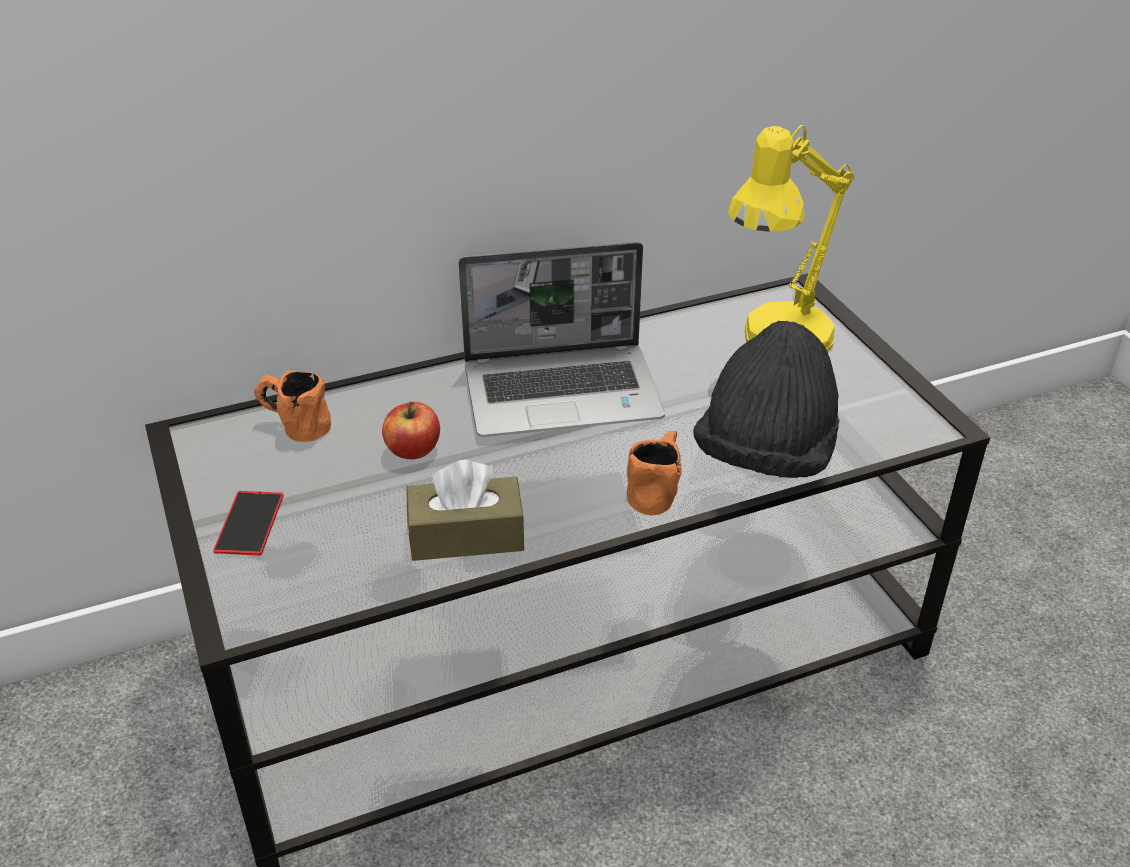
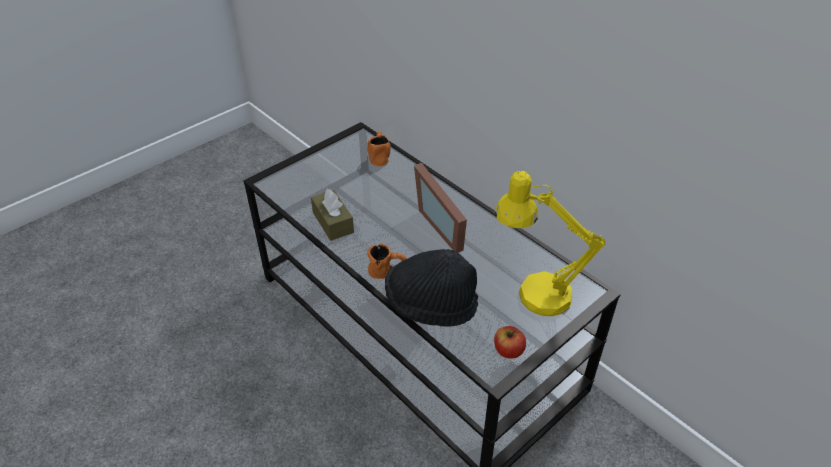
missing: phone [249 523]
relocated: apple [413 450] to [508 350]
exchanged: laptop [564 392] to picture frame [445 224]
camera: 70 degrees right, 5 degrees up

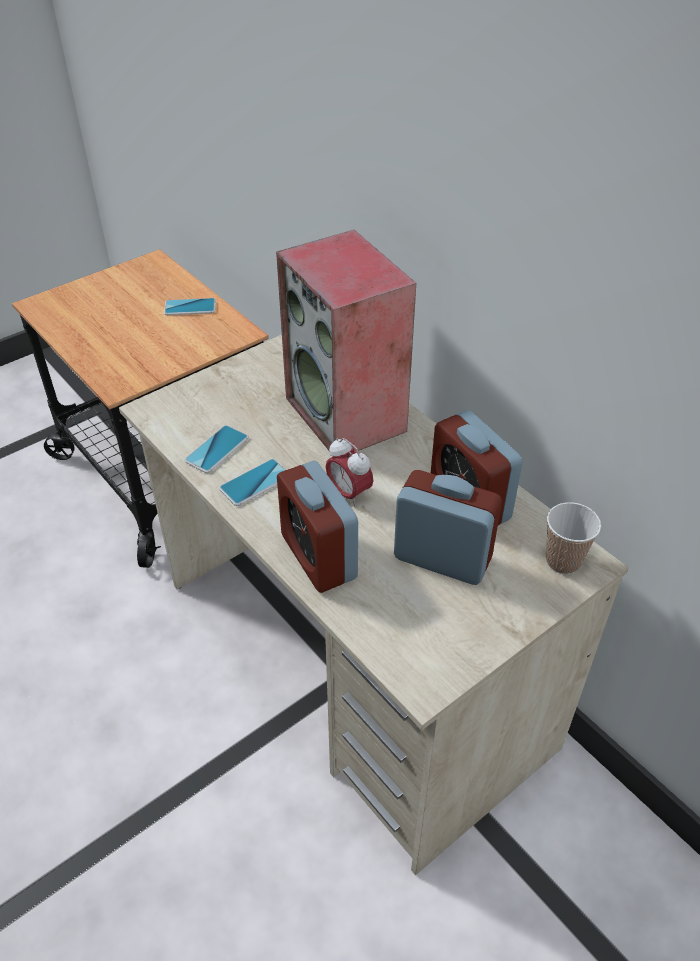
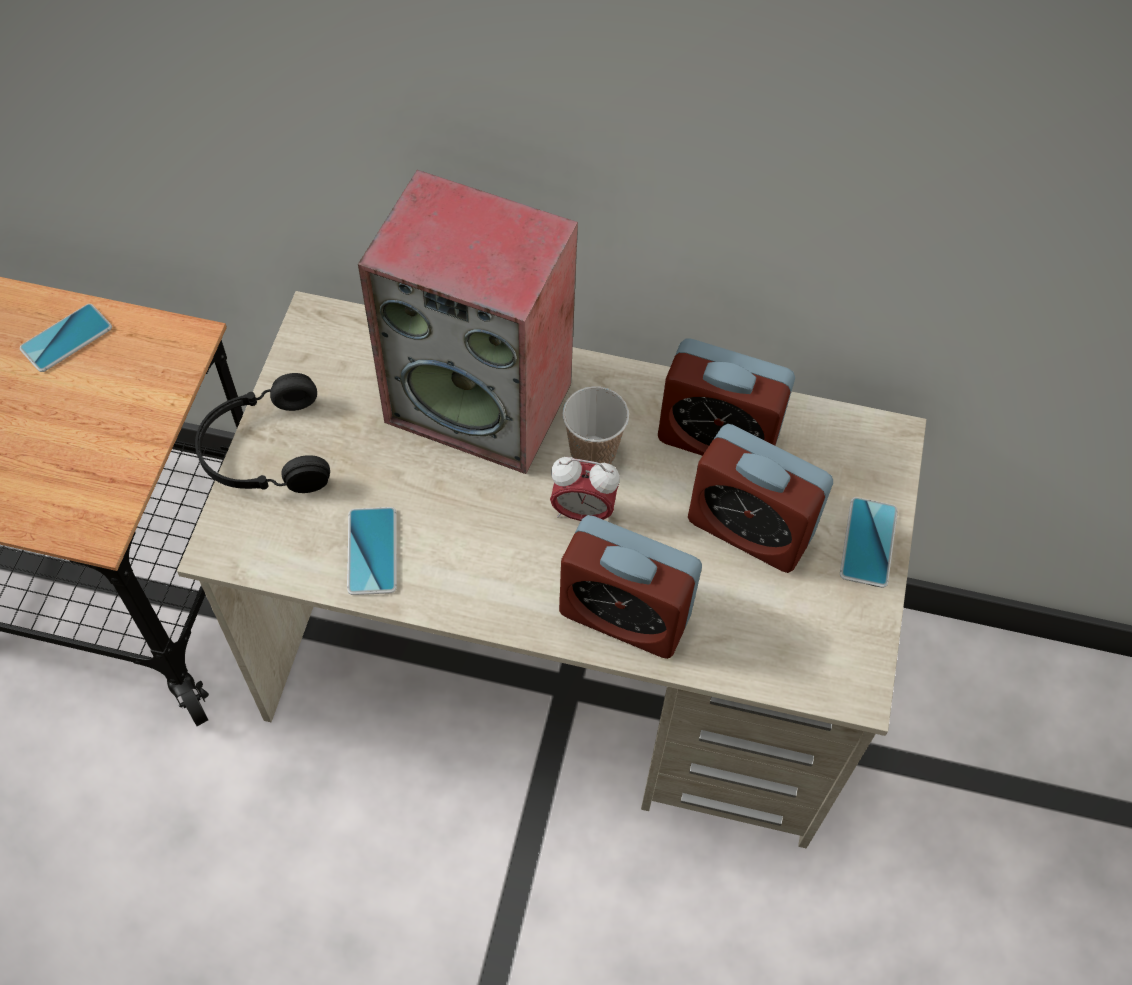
appeared: black headphones [264 451]
relocated: phone [255 483] to [868 543]; cup [563 561] to [593 454]
spun: alarm clock [442 558] = [749 528] 135 degrees counterclockwise
camera: 40 degrees left, 15 degrees up

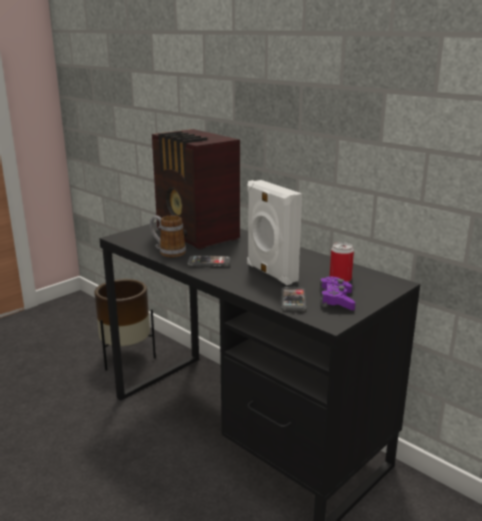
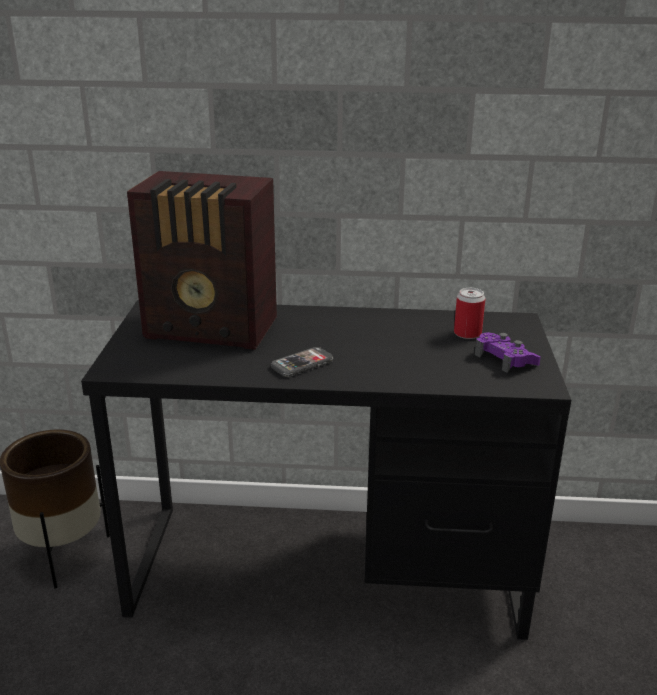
missing: white speaker [270 273]; mug [168 252]; phone [293 300]
camera: 40 degrees left, 5 degrees up

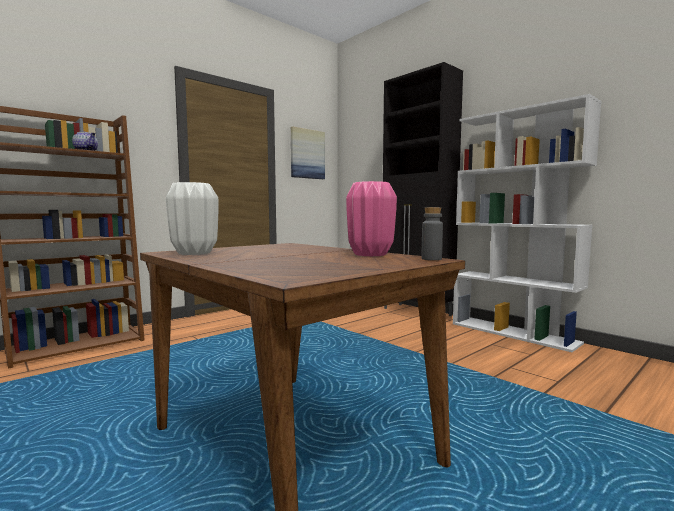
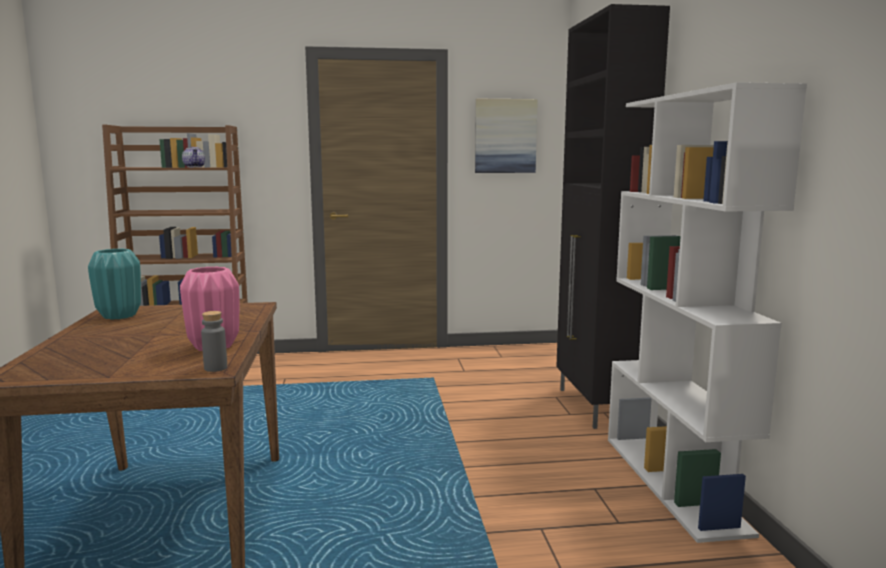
colour: white vase [194 253] to turquoise vase [119 316]
camera: 35 degrees right, 5 degrees up

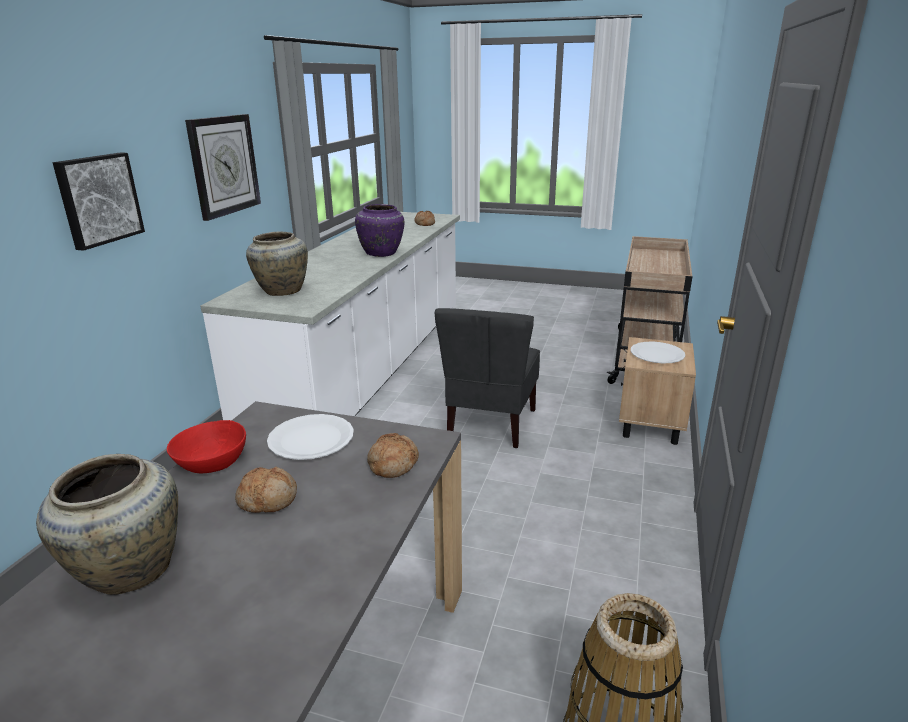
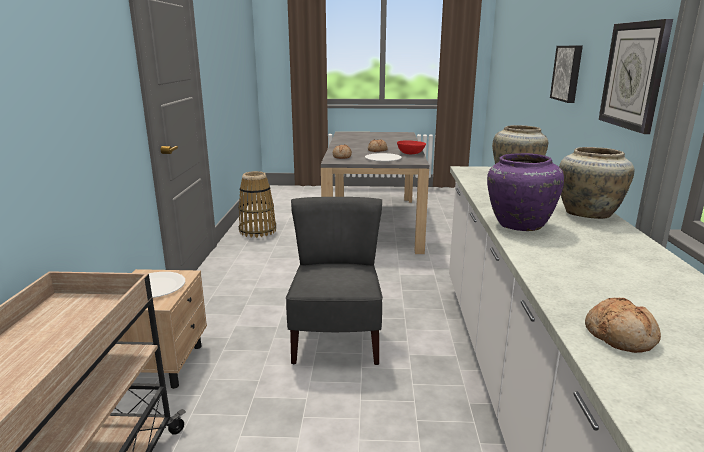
relocated: beige vase [127 571] to [588 213]
camera: 165 degrees right, 5 degrees down

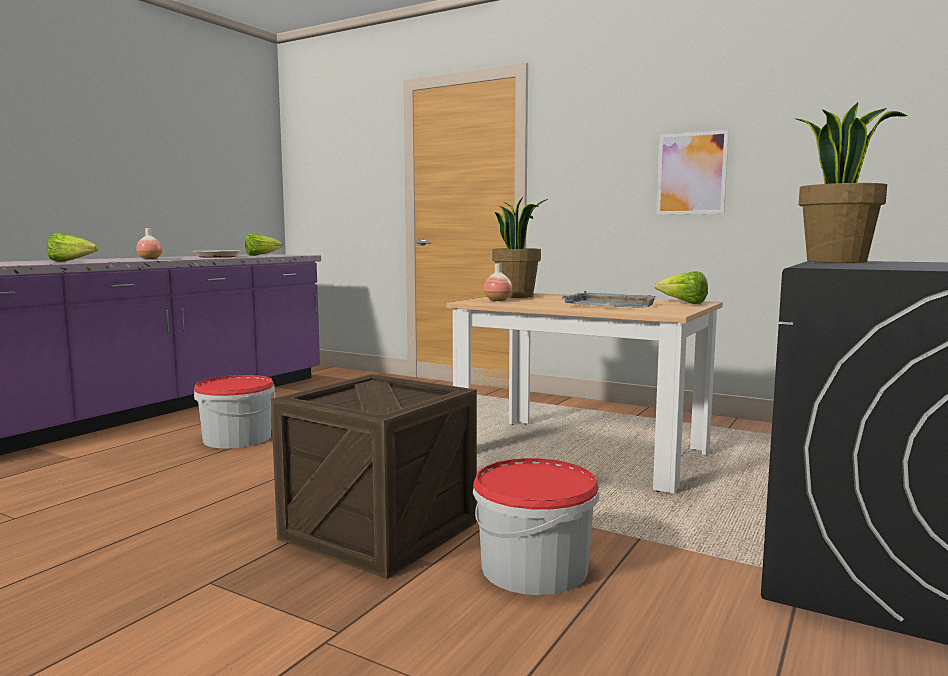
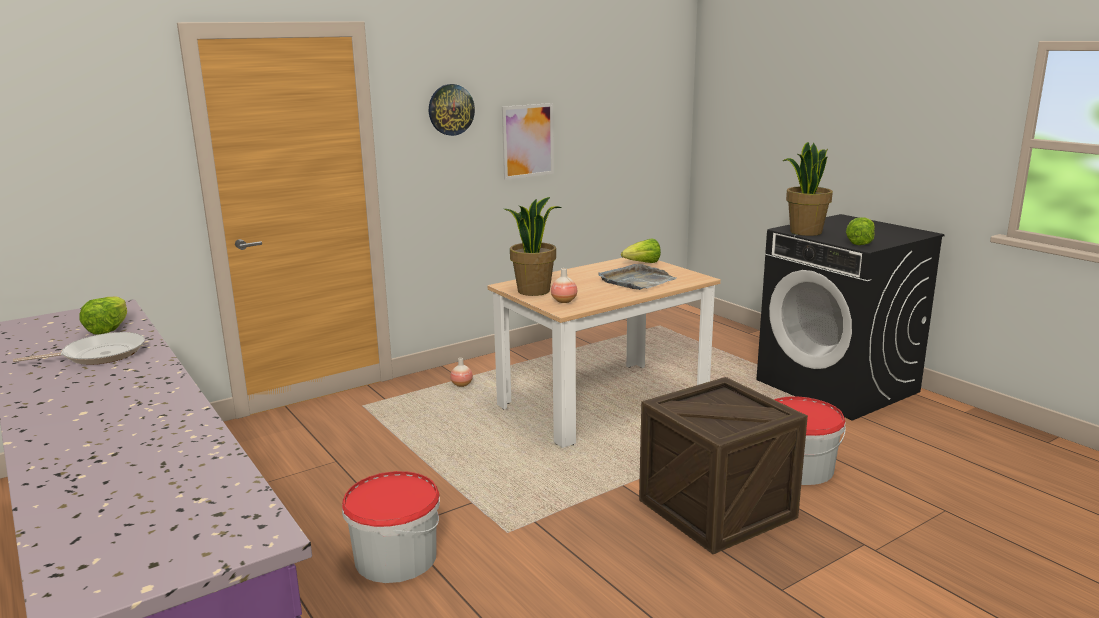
appeared: wall clock [451 109]
relocated: vase [150 259] to [461 385]; lettuce [71 262] to [860 242]
camera: 65 degrees left, 10 degrees up

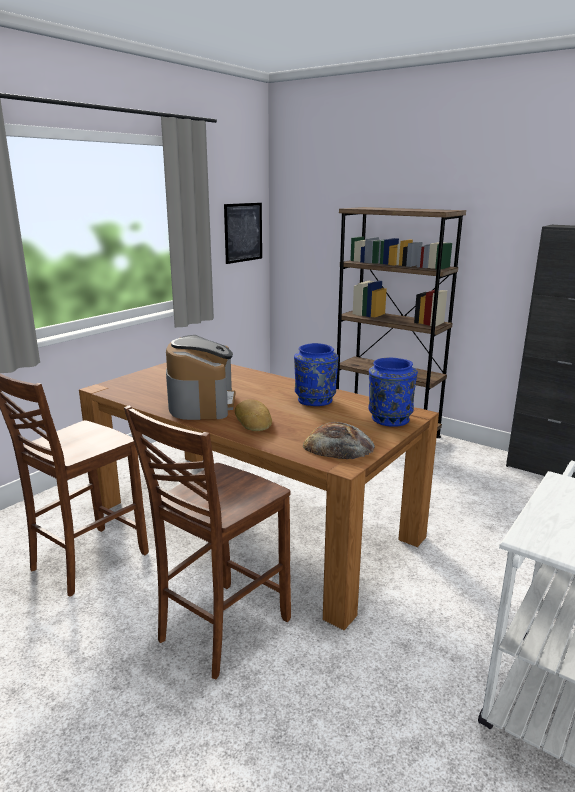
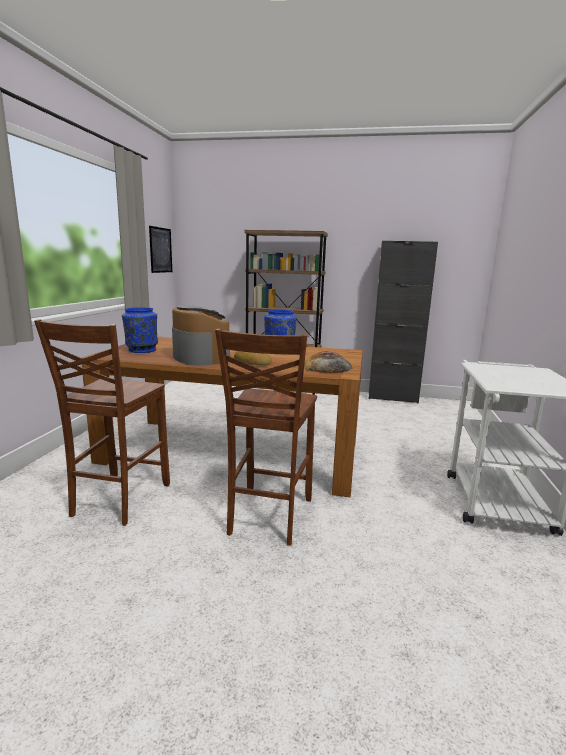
relocated: blue vase [389 419] to [141 350]
camera: 25 degrees left, 5 degrees down

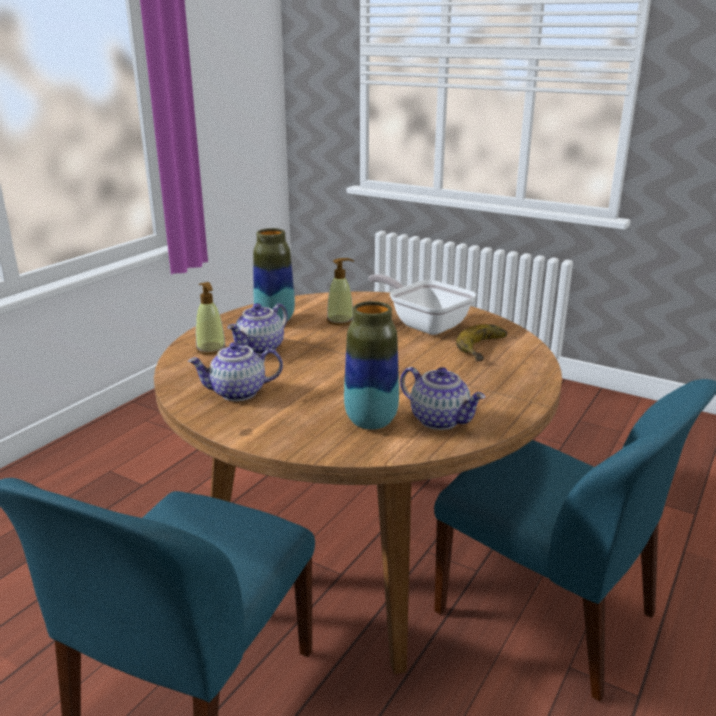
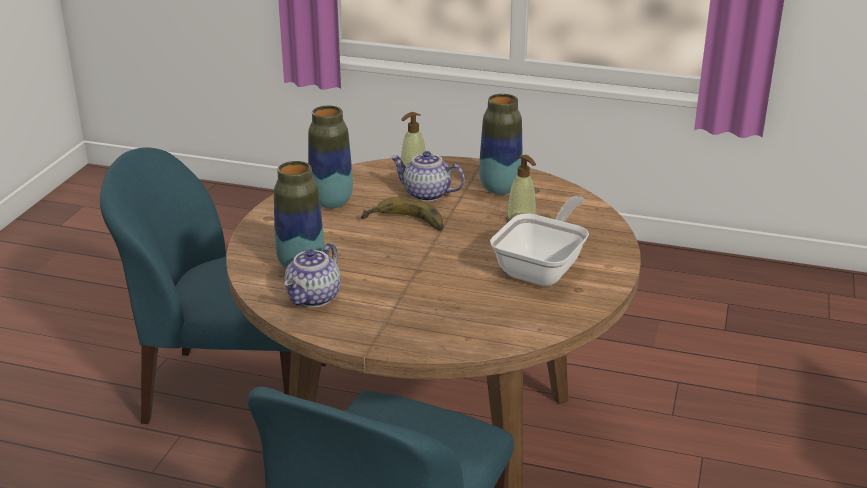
relocated: banana [488 348] to [404 224]
exchanged: teapot [238 393] to vase [331 202]
camera: 75 degrees right, 5 degrees up

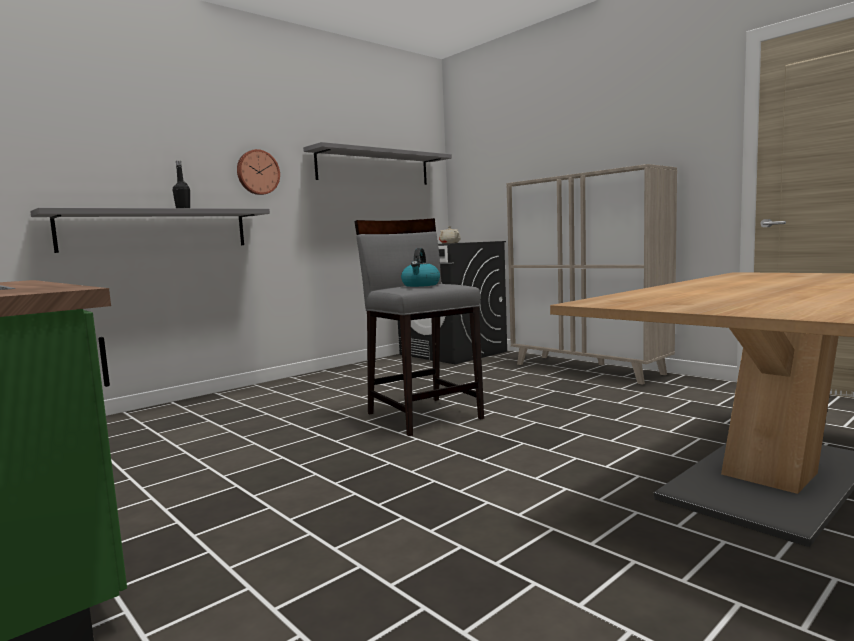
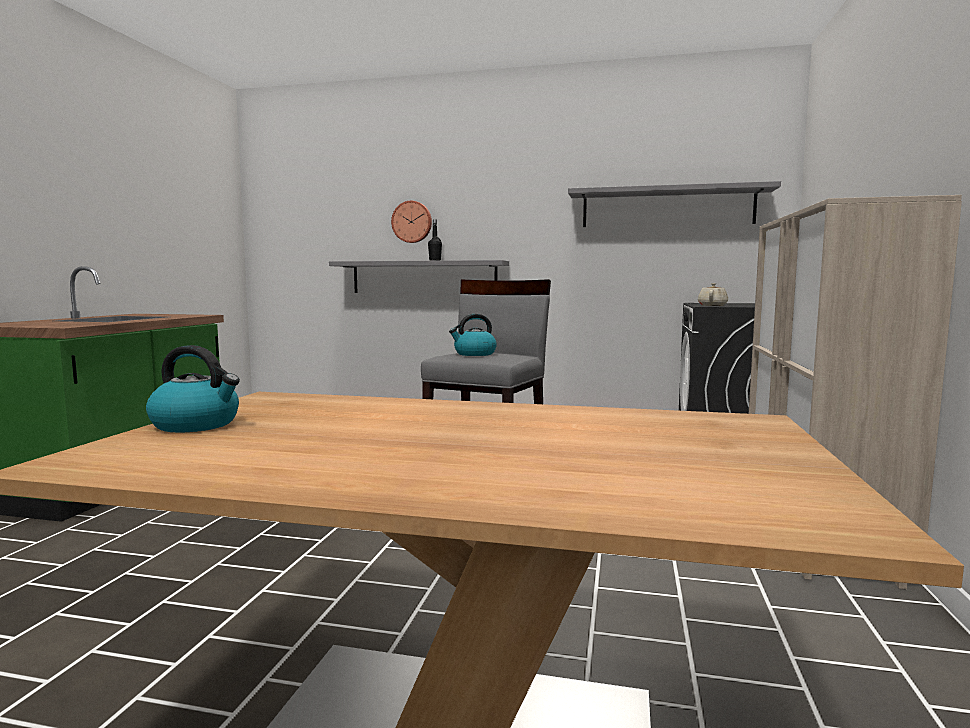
appeared: kettle [197 424]
relocated: wall clock [257 172] to [412 222]
camera: 55 degrees right, 0 degrees up

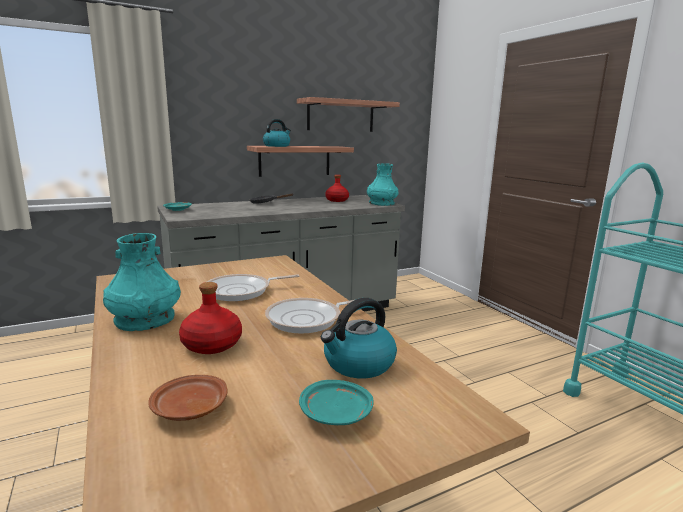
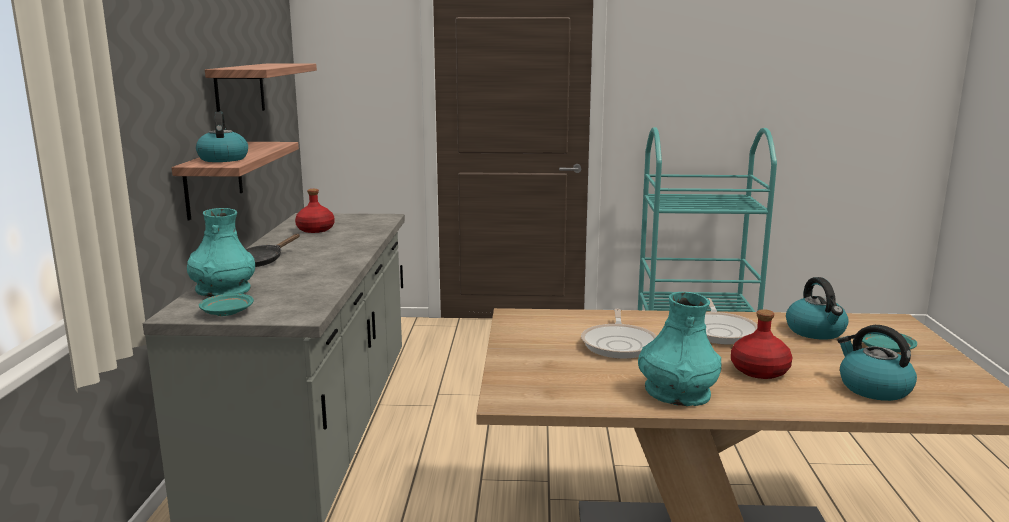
relocated: turquoise vase [381 203] to [223 290]
exchanged: brown plate [189 409] to kettle [873 388]
camera: 60 degrees left, 0 degrees up

